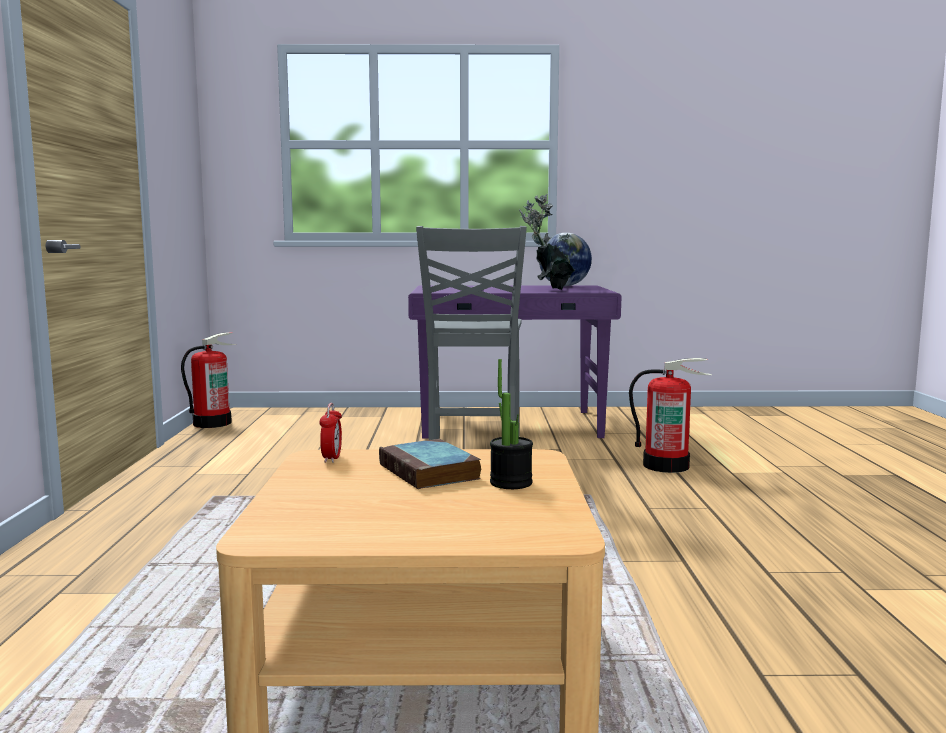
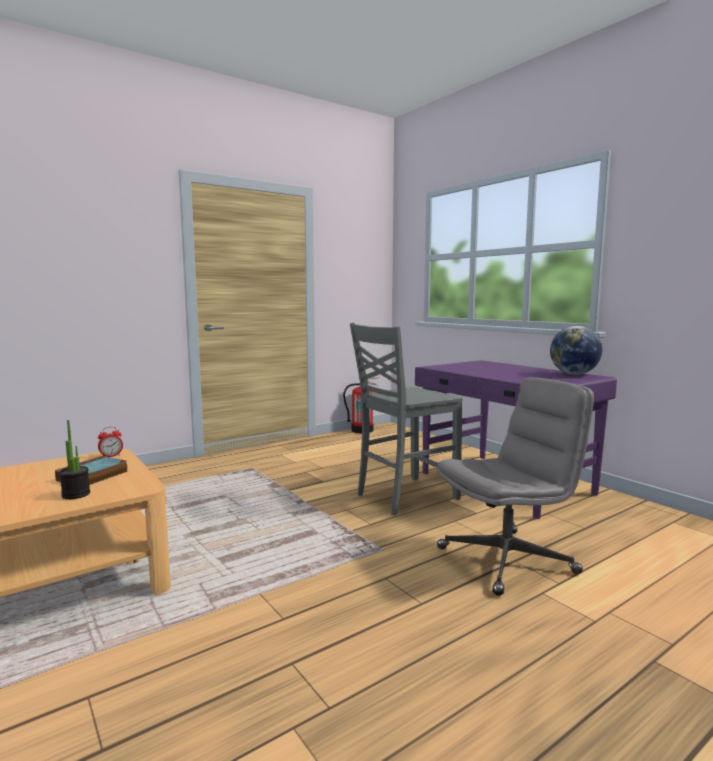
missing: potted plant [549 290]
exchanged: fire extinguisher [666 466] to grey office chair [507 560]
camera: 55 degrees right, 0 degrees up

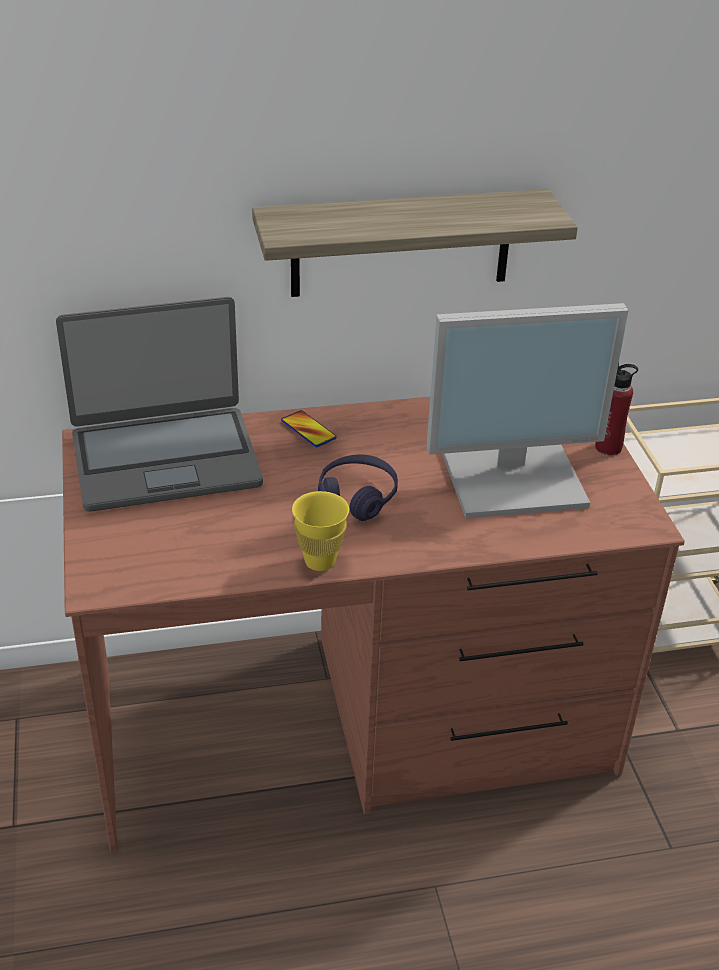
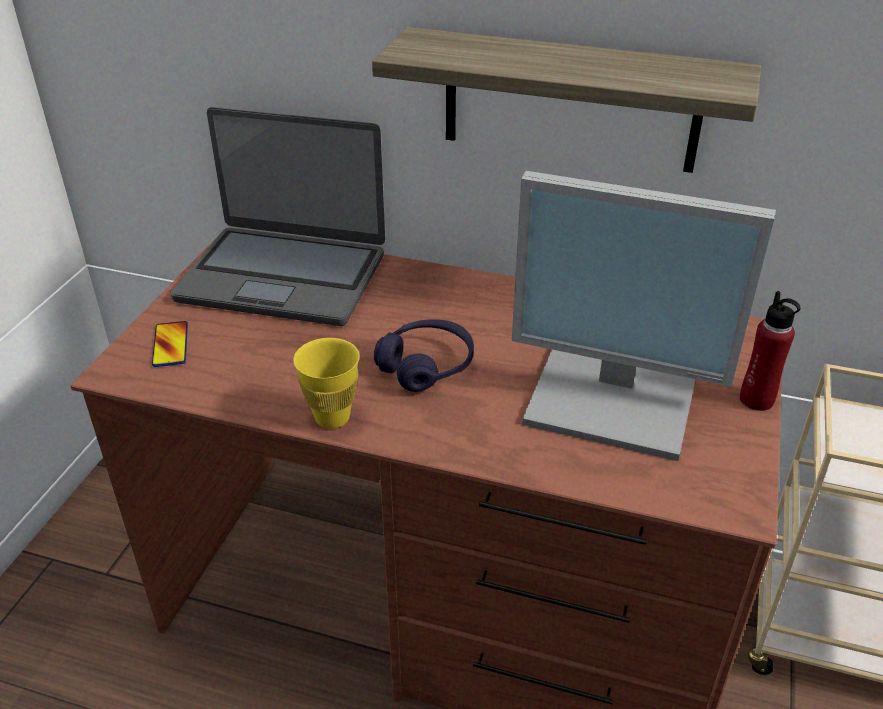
relocated: phone [308 430] to [170 345]
camera: 30 degrees right, 0 degrees up

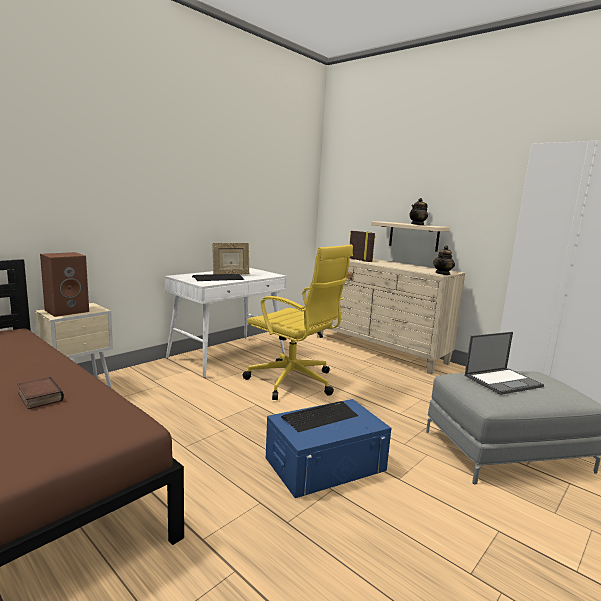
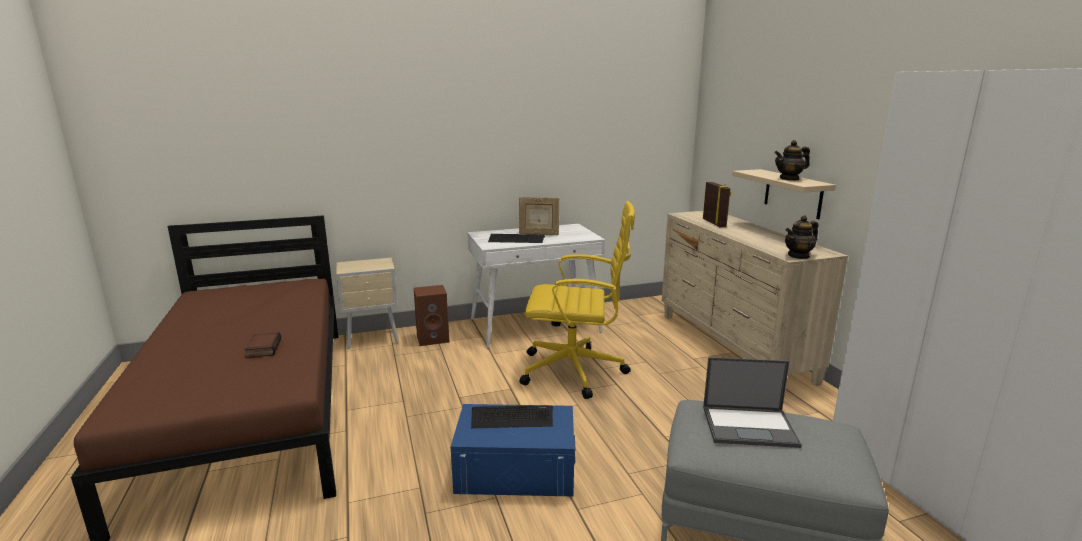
relocated: brown speaker [67 310] to [433 338]
spun: yellow office chair [294 382] = [576 371] 60 degrees counterclockwise
camera: 30 degrees right, 5 degrees up

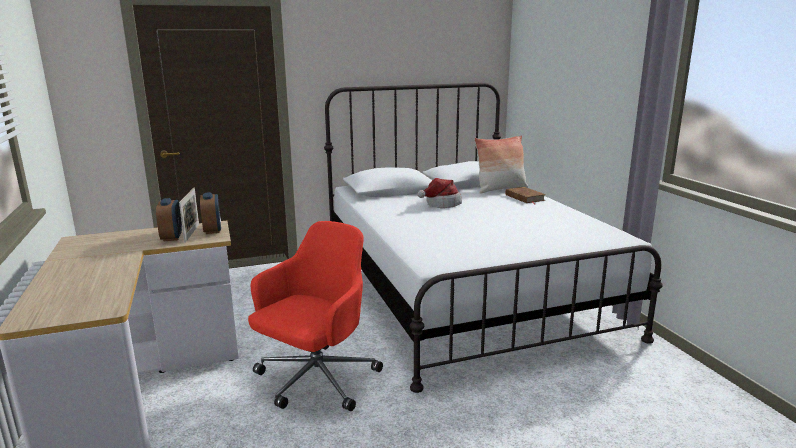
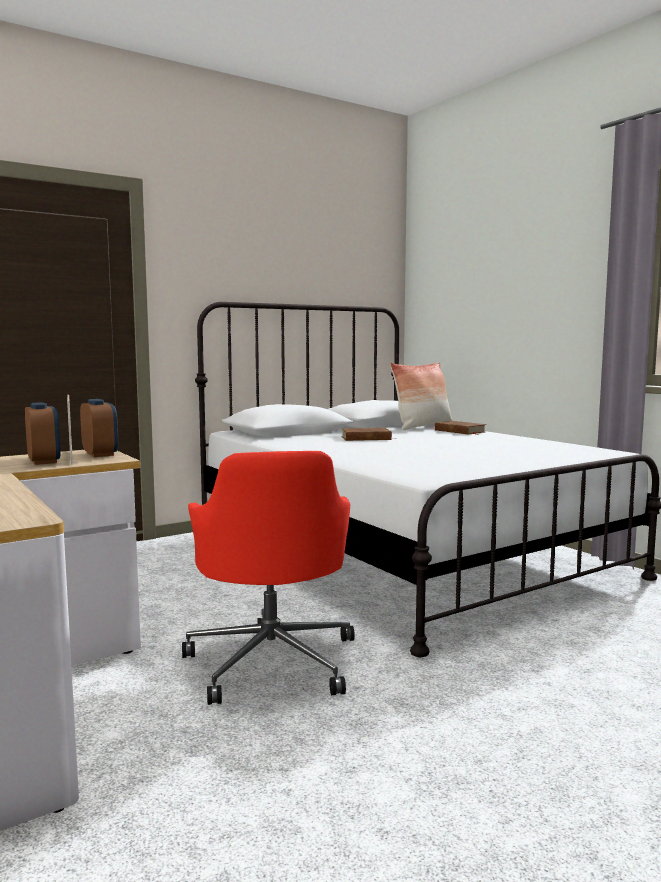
exchanged: hat [440 204] to brown book [366 438]
spun: red office chair [316 380] = [272 661] 150 degrees clockwise
camera: 15 degrees left, 10 degrees down

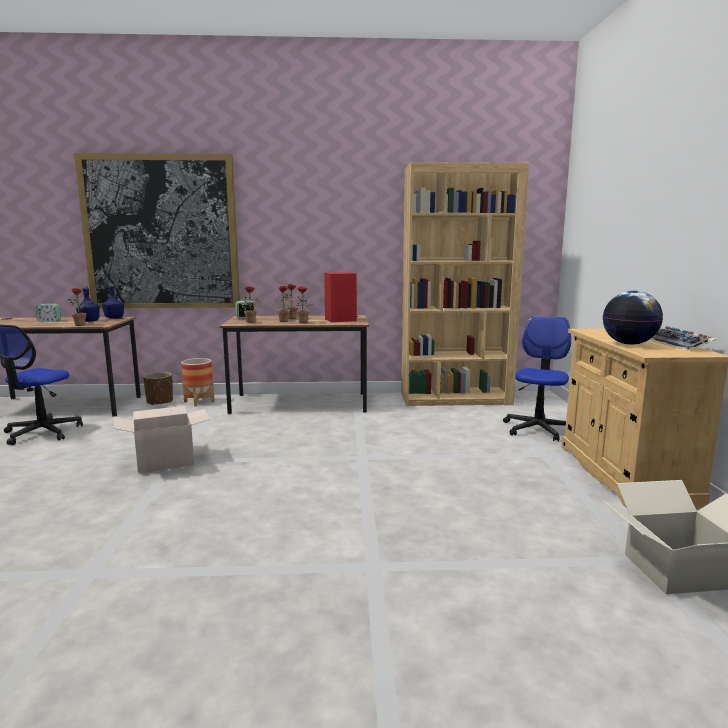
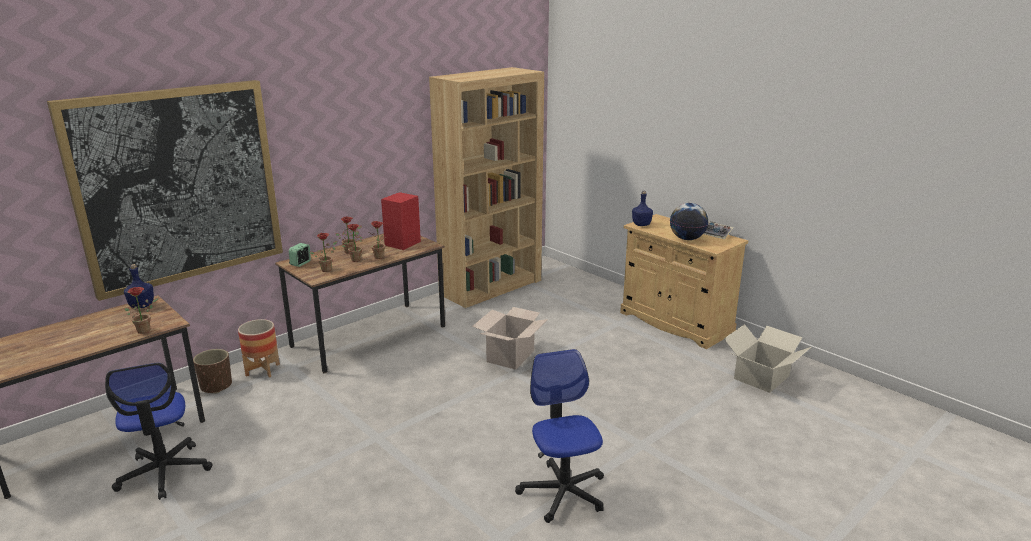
missing: alarm clock [49 321]
relocated: blue bottle [89 321] to [641 224]; office chair [538 429] to [563 492]; cardboard box [165 462] to [511 356]
camera: 40 degrees left, 10 degrees up

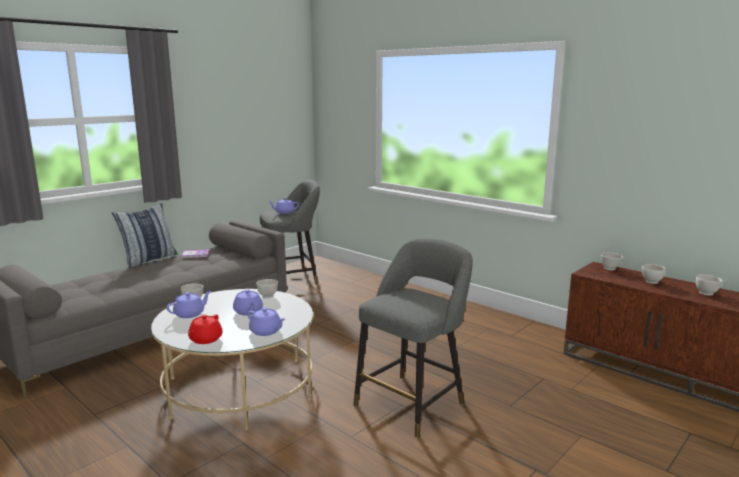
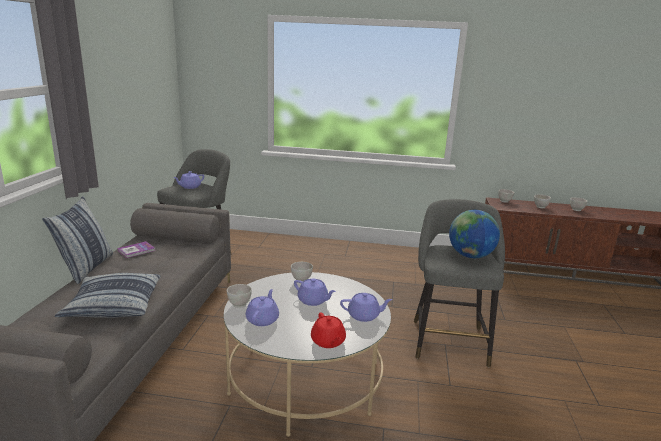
appeared: globe [470 256]; pillow [113 305]
camera: 35 degrees left, 5 degrees up

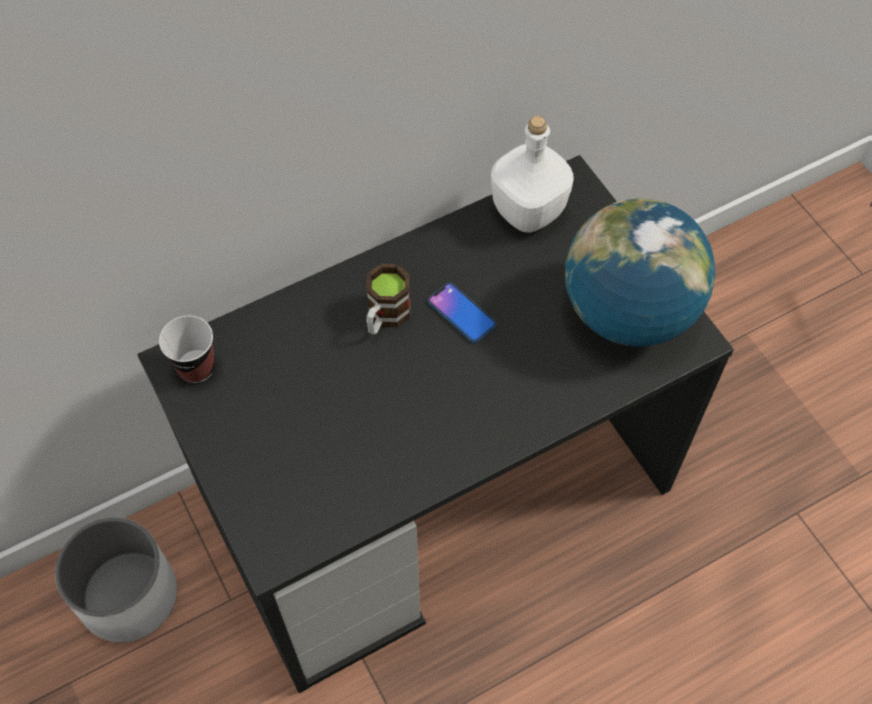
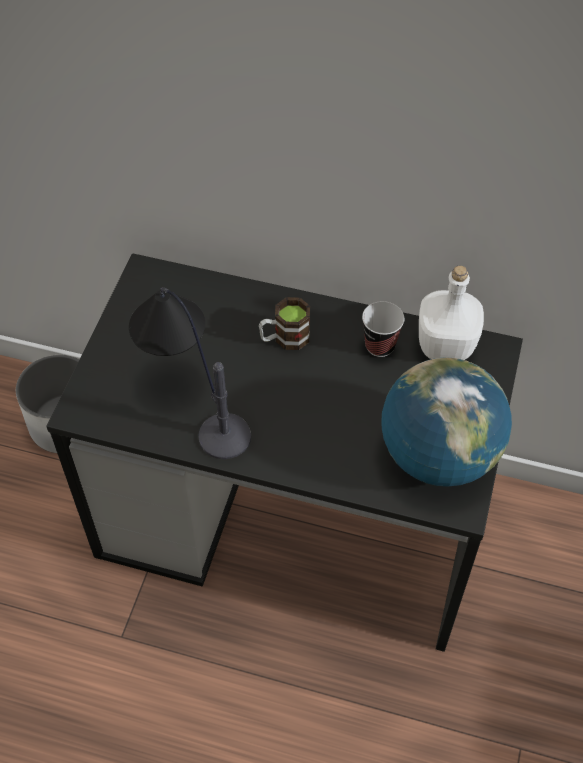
missing: phone [461 313]
appeared: table lamp [193 401]
relocated: cup [196 367] to [380 345]
camera: 45 degrees right, 5 degrees down

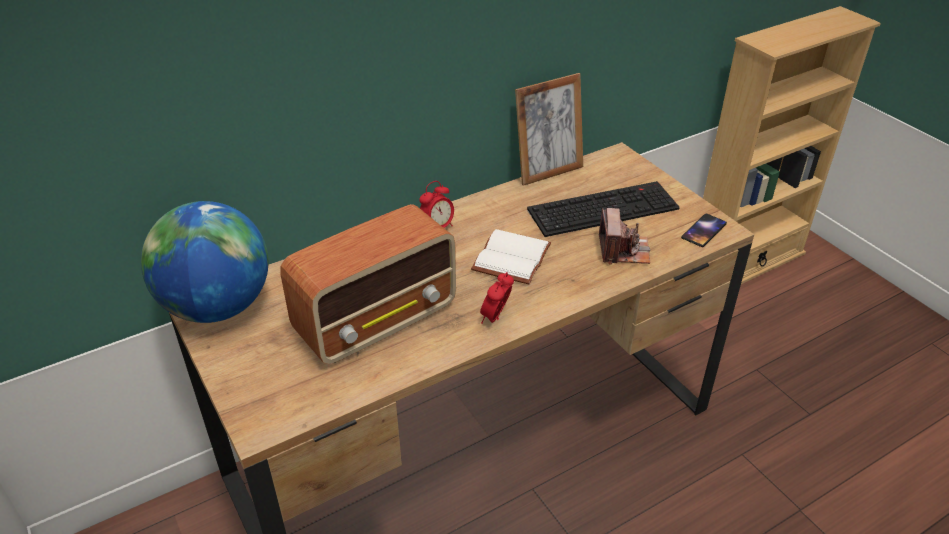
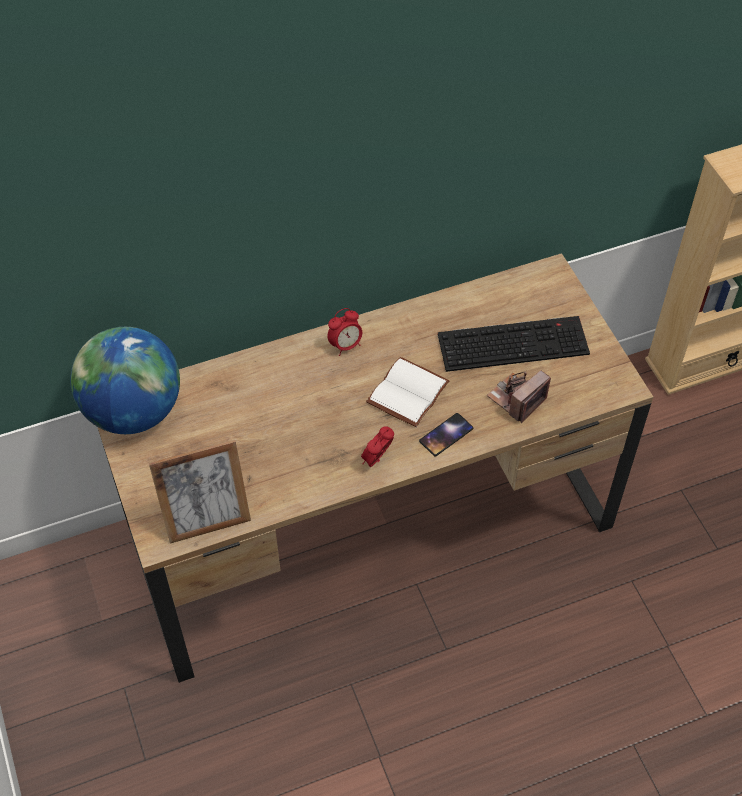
missing: radio [378 320]
relocated: picture frame [547 171] to [207 521]; phone [704 231] to [446 435]
spun: photo camera [623 250] = [517 399] 150 degrees counterclockwise
camera: 10 degrees right, 15 degrees up

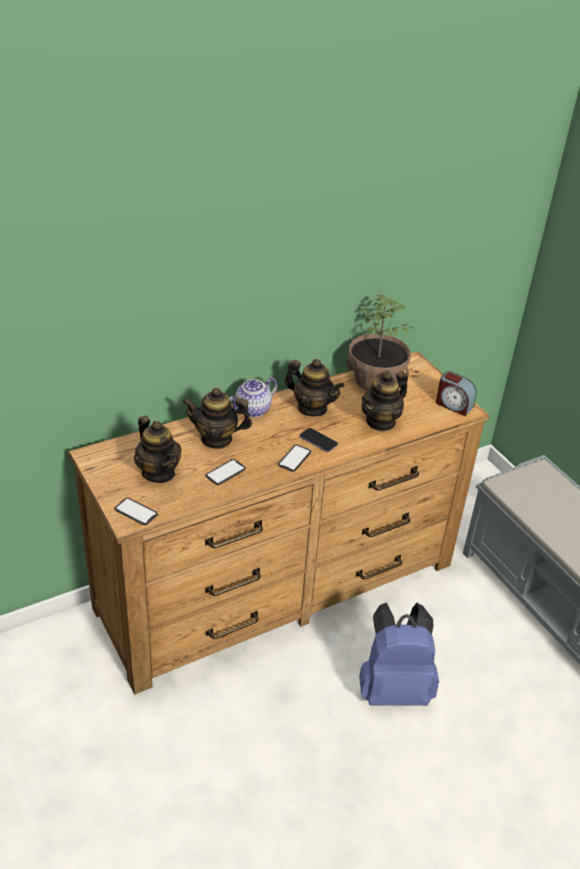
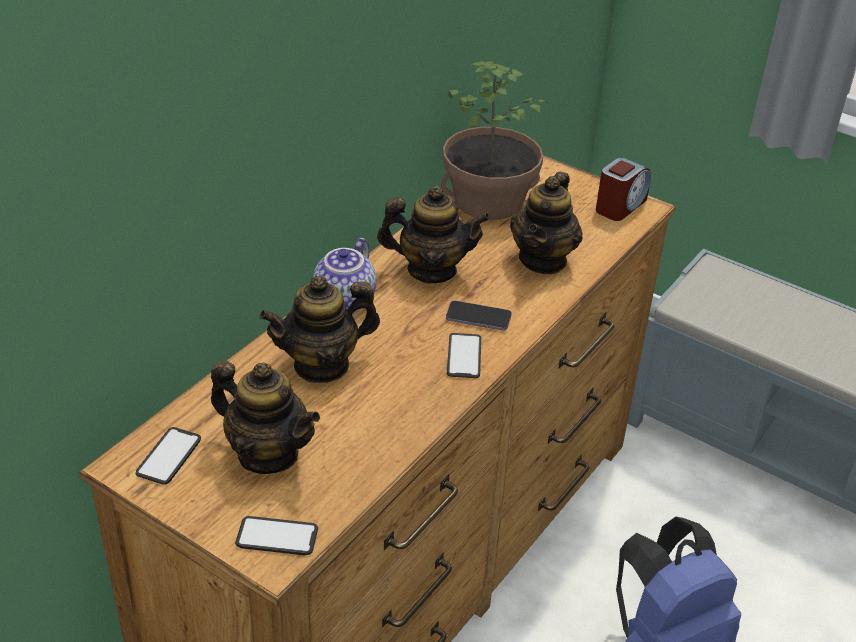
relocated: phone [225 472] to [169 456]
spun: alarm clock [453 405] = [620 206] 60 degrees counterclockwise
camera: 25 degrees left, 0 degrees up

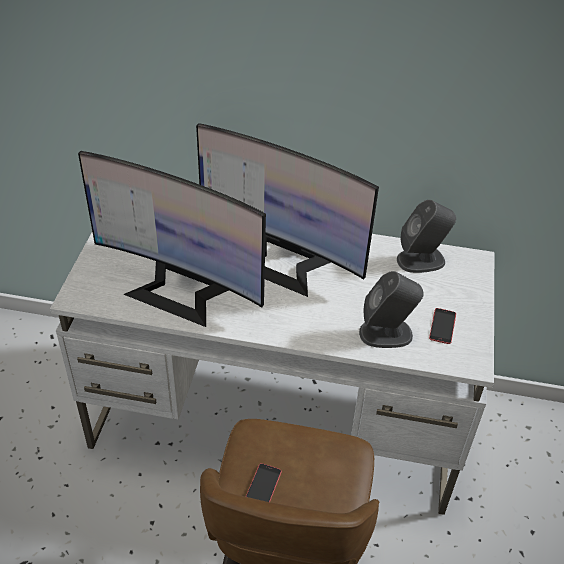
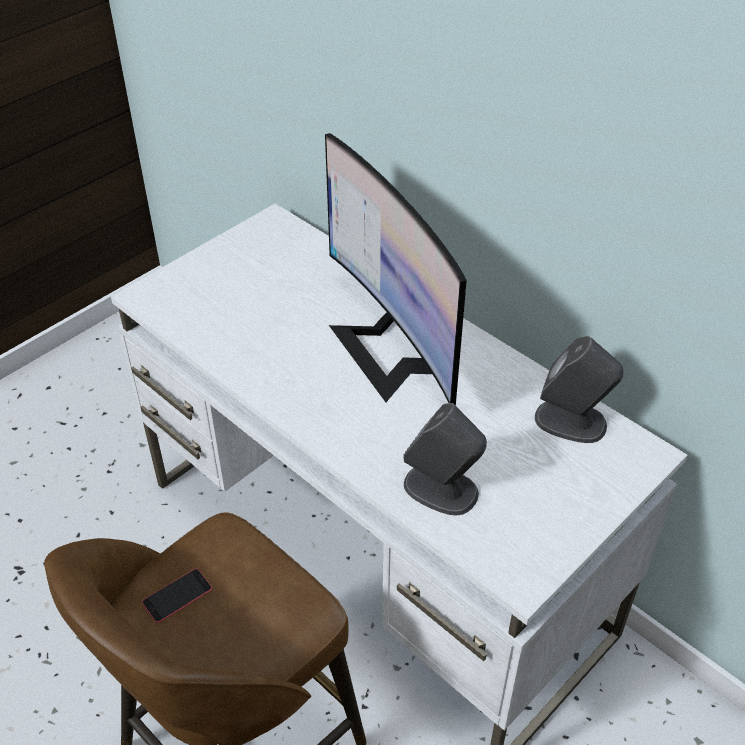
missing: monitor [180 290]; phone [442 326]
camera: 35 degrees right, 0 degrees up

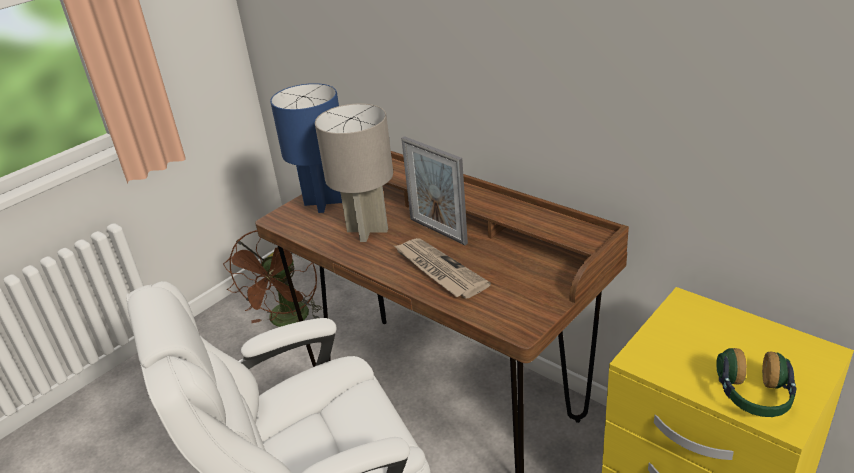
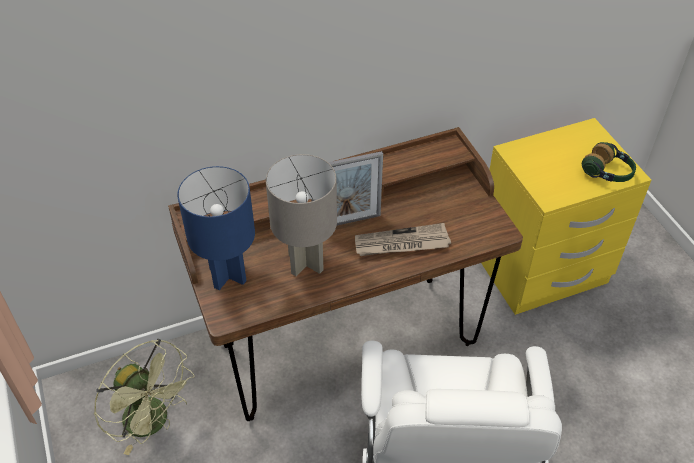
colour: brown fan [287 321] to green fan [154 422]
camera: 65 degrees left, 15 degrees up

